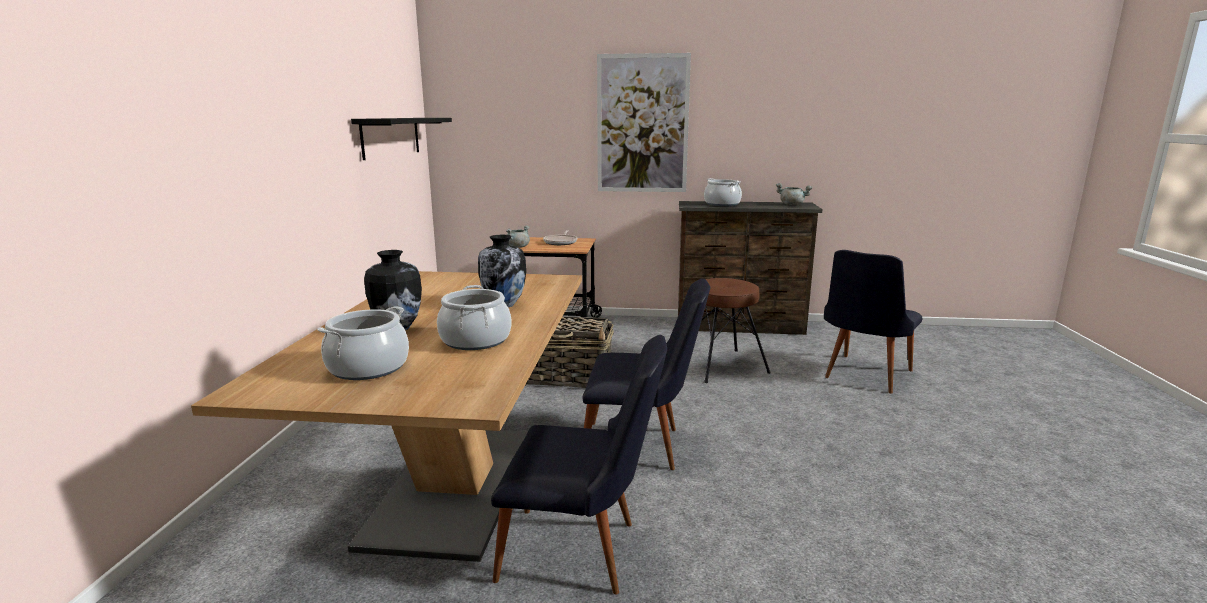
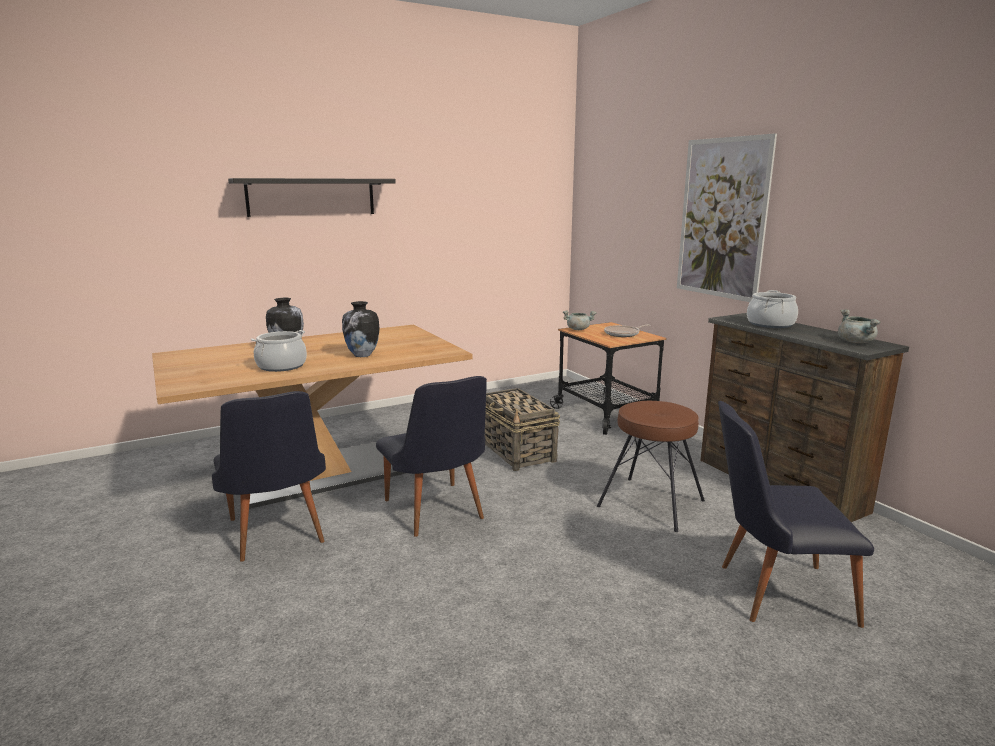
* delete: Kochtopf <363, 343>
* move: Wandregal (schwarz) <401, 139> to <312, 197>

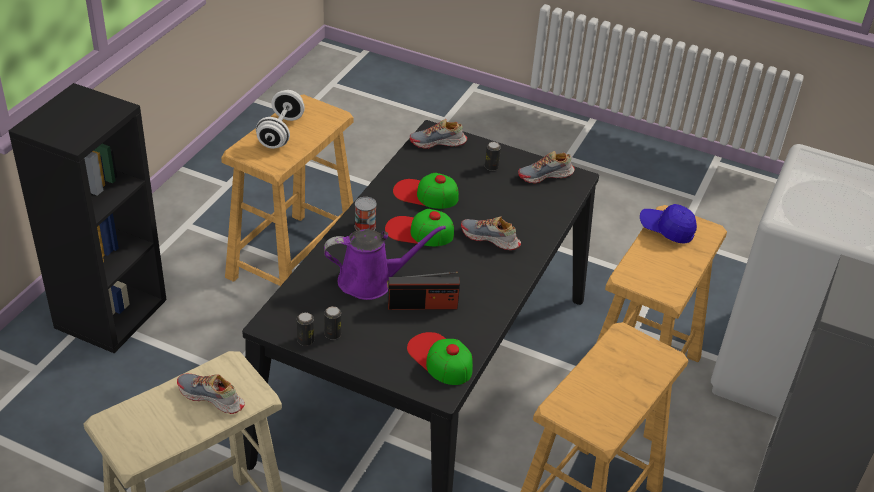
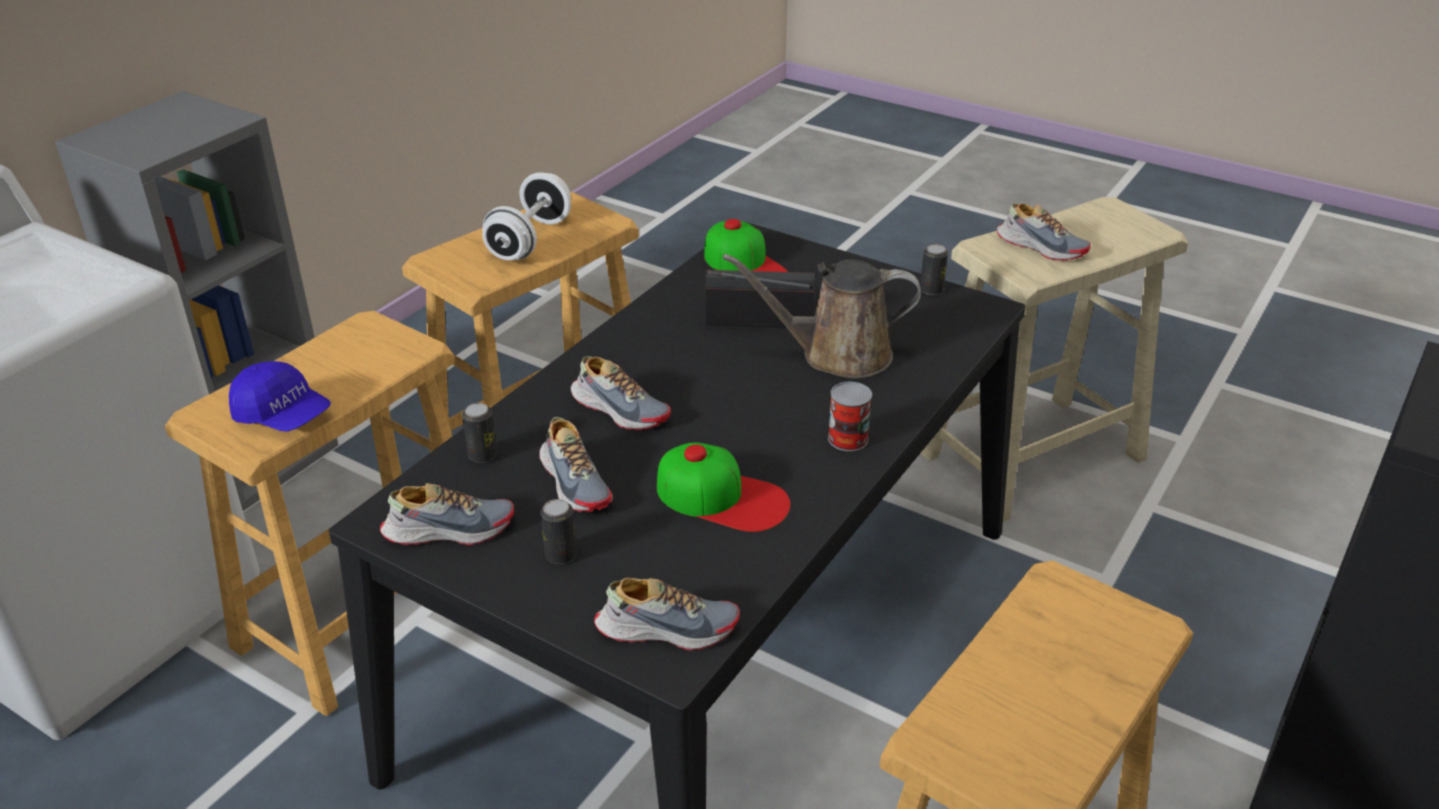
* delete: Kappe <419, 227>
* insert: Schuh <576, 464>
* move: Hantel (weiß) <280, 119> to <526, 216>
* move: Dose <332, 323> to <479, 433>
* recolor: Gießkanne (lila) <385, 263> to Gießkanne (braun) <822, 316>

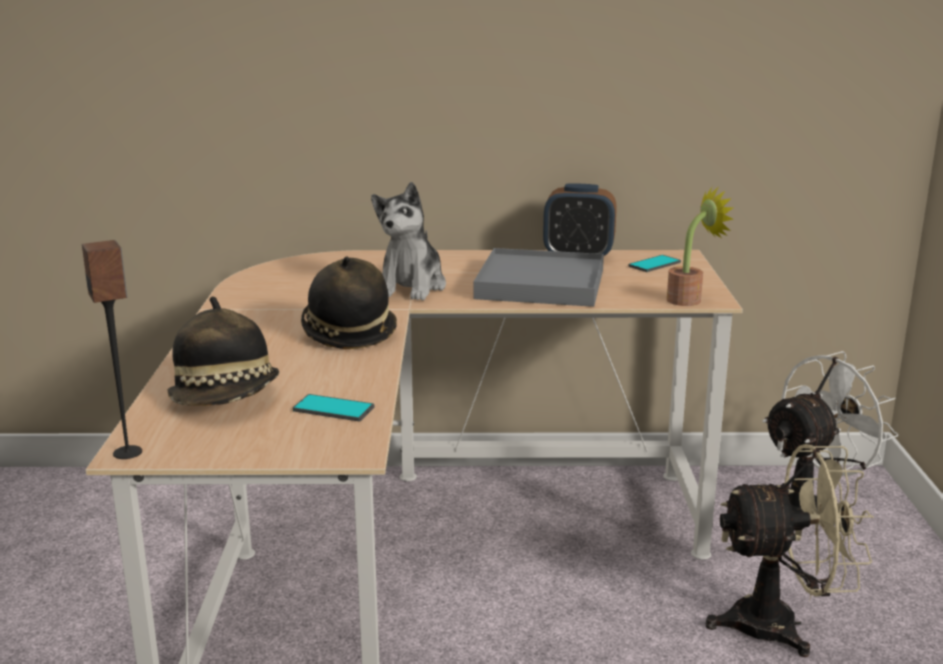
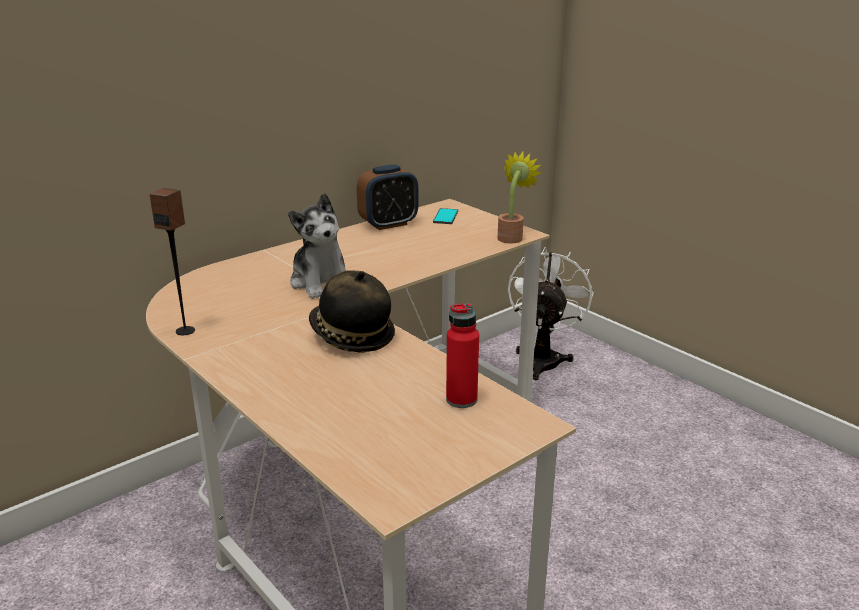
* delete: Hut <223, 351>
* delete: Tablett (grau) <539, 277>
* delete: Ventilator (beige) <790, 550>
* move: Lautsprecher <112, 349> to <172, 261>
* replace: Handy <333, 407> to Flasche (rot) <462, 355>

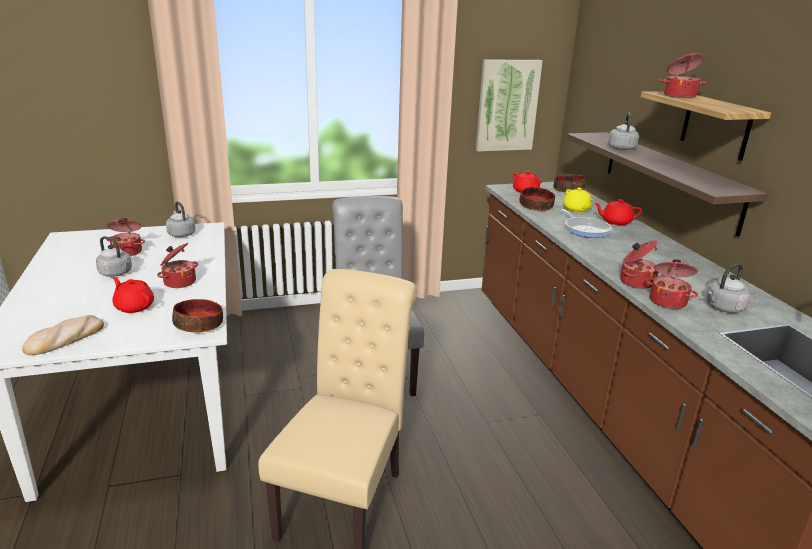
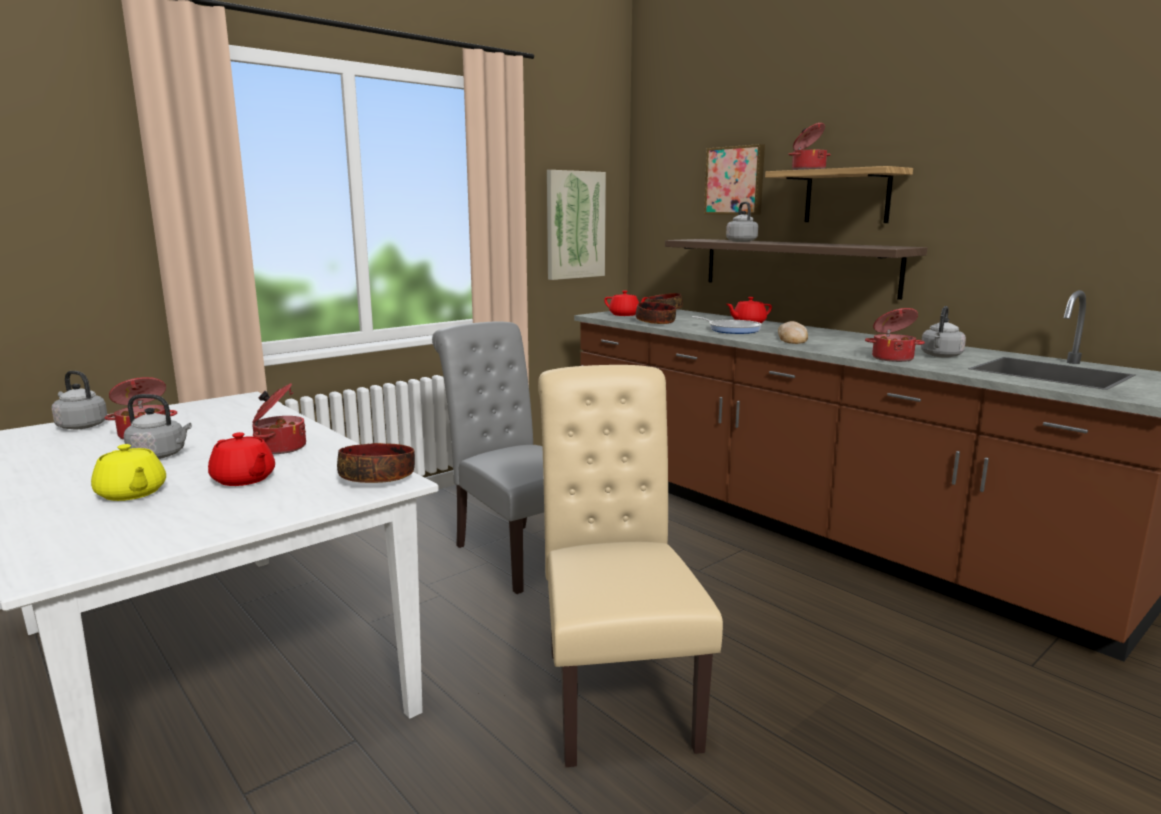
* delete: Kochtopf <639, 264>
* insert: Bild <734, 179>
* move: Brot <63, 335> to <793, 332>
* move: Wasserkessel (grau) <181, 219> to <79, 400>
* move: Teekanne (gelb) <578, 200> to <128, 472>
* rotate: Teekanne (rot) <133, 295> = <241, 459> 150 degrees counterclockwise

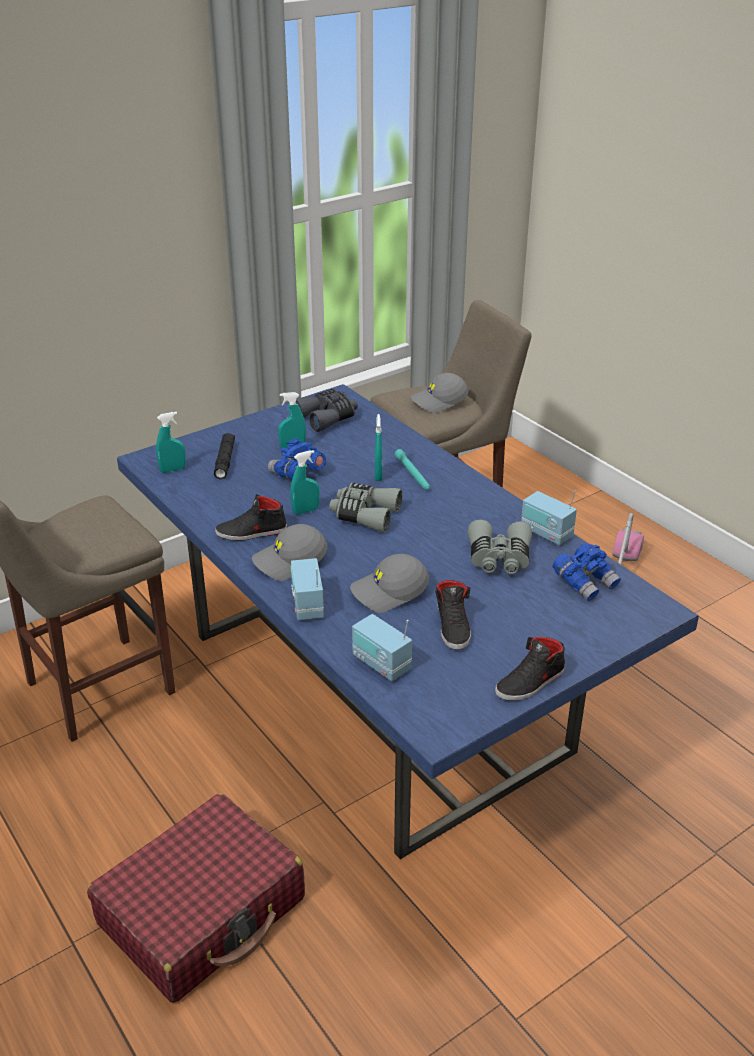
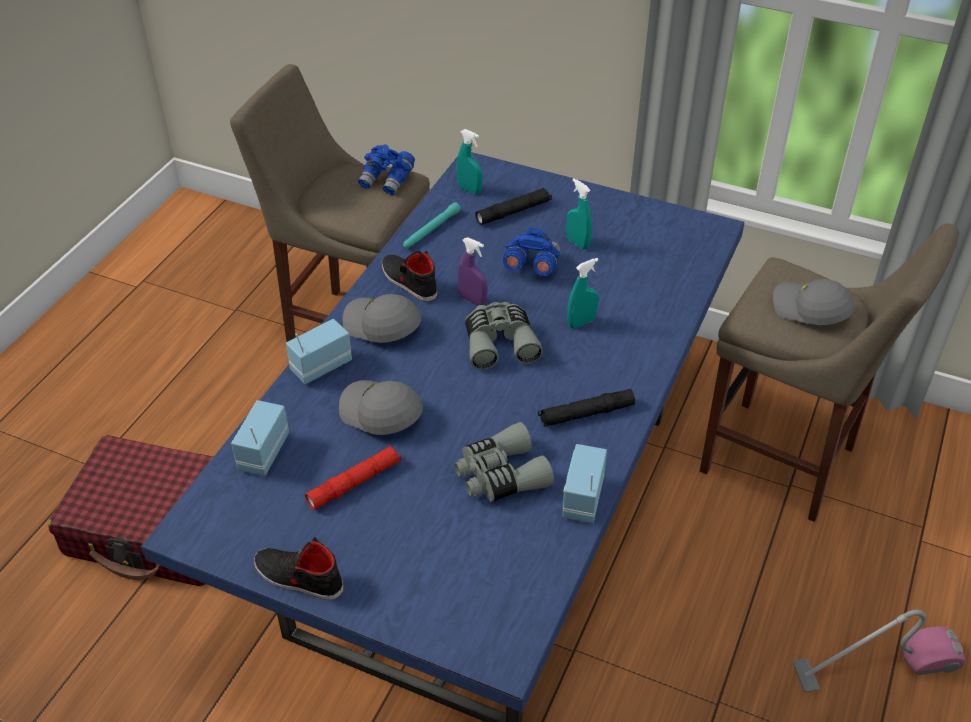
* delete: Fernglas (grau) <327, 410>
* insert: Taschenlampe (schwarz) <586, 408>
* move: Taschenlampe (türkis) <412, 469> to <432, 225>
* move: Fernglas (blau) <586, 572> to <386, 169>
* replace: Schuh (schwarz) <453, 615> to Taschenlampe (rot) <353, 478>
* recolor: Sprühflasche (türkis) <305, 482> to Sprühflasche (lila) <473, 271>

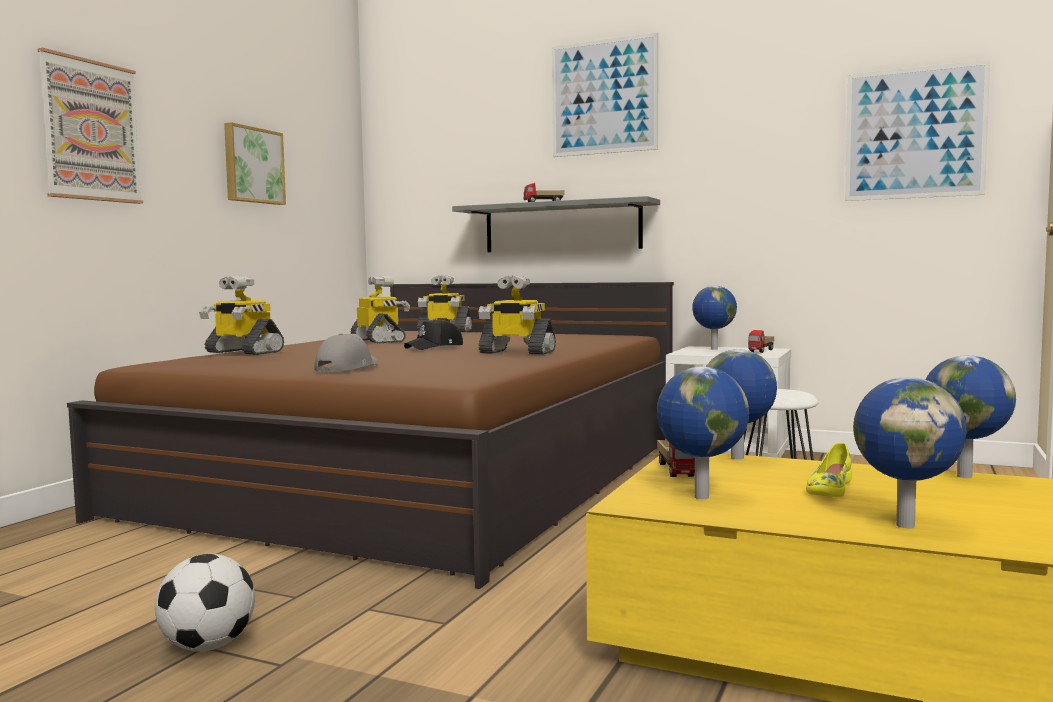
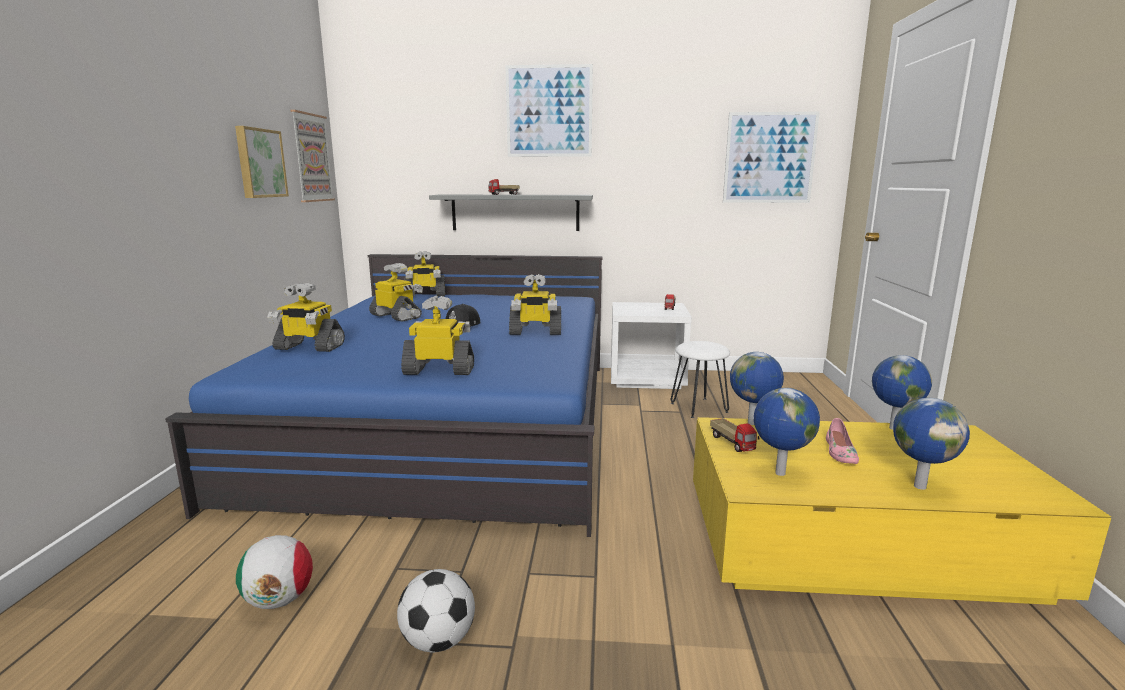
* delete: Globus <714, 318>
* insert: Fußball <274, 572>
* move: Bild <90, 126> to <313, 156>
* replace: Kappe (grau) <346, 352> to Spielzeugroboter <437, 335>
* recolor: Bett (braun) <370, 435> to Bett (blau) <384, 395>
* recolor: Schuh (gelb) <829, 470> to Schuh (rosa) <842, 441>

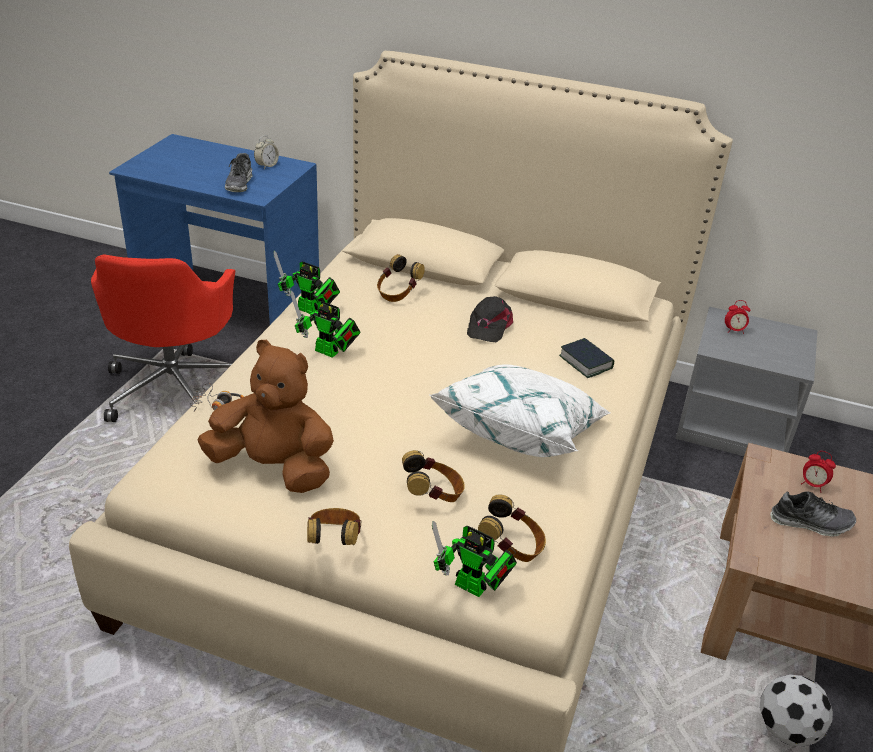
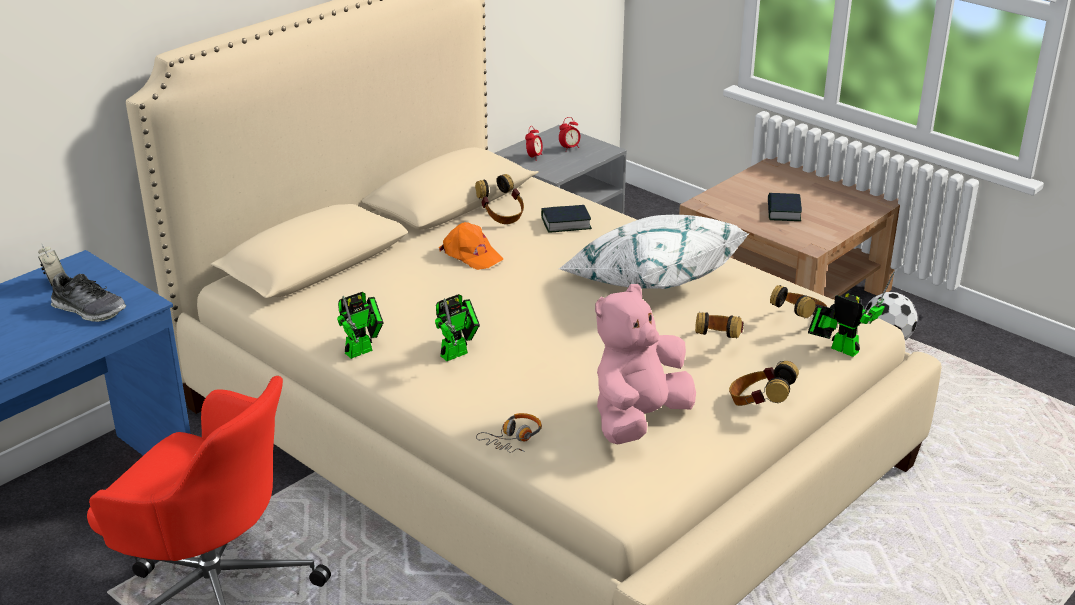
* move: Kopfhörer <401, 278> to <499, 199>
* move: Wecker <818, 471> to <570, 134>
* replace: Schuh <813, 514> to Buch <785, 207>
* recolor: Plüschtier (braun) <265, 416> to Plüschtier (rosa) <645, 364>
* recolor: Kappe (schwarz) <490, 319> to Kappe (orange) <471, 246>
* rotate: Spielzeugroboter <474, 559> = <851, 314> 105 degrees counterclockwise

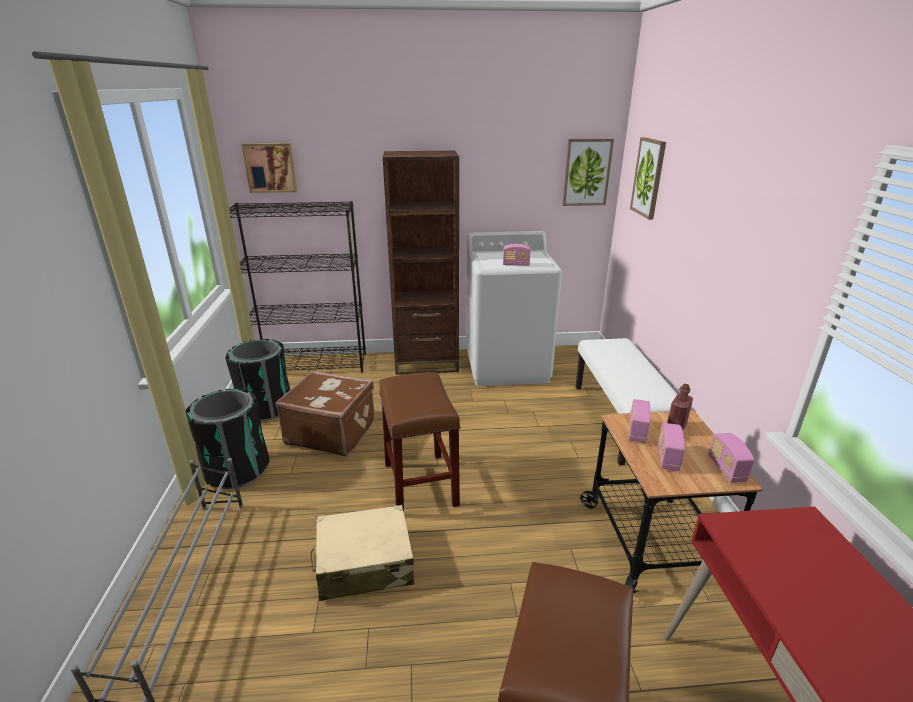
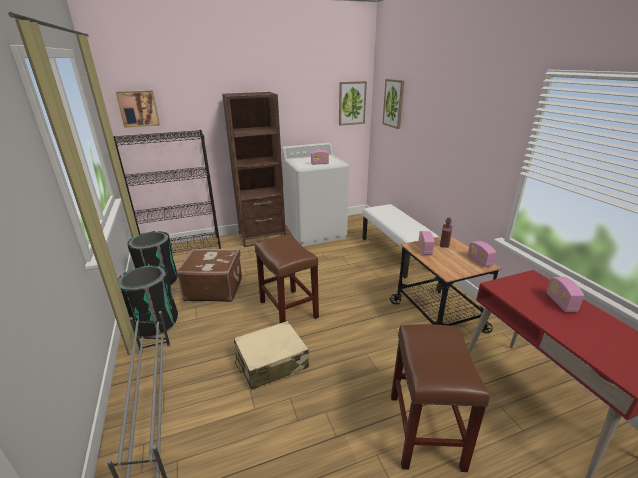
* move: Radio <671, 447> to <565, 294>

